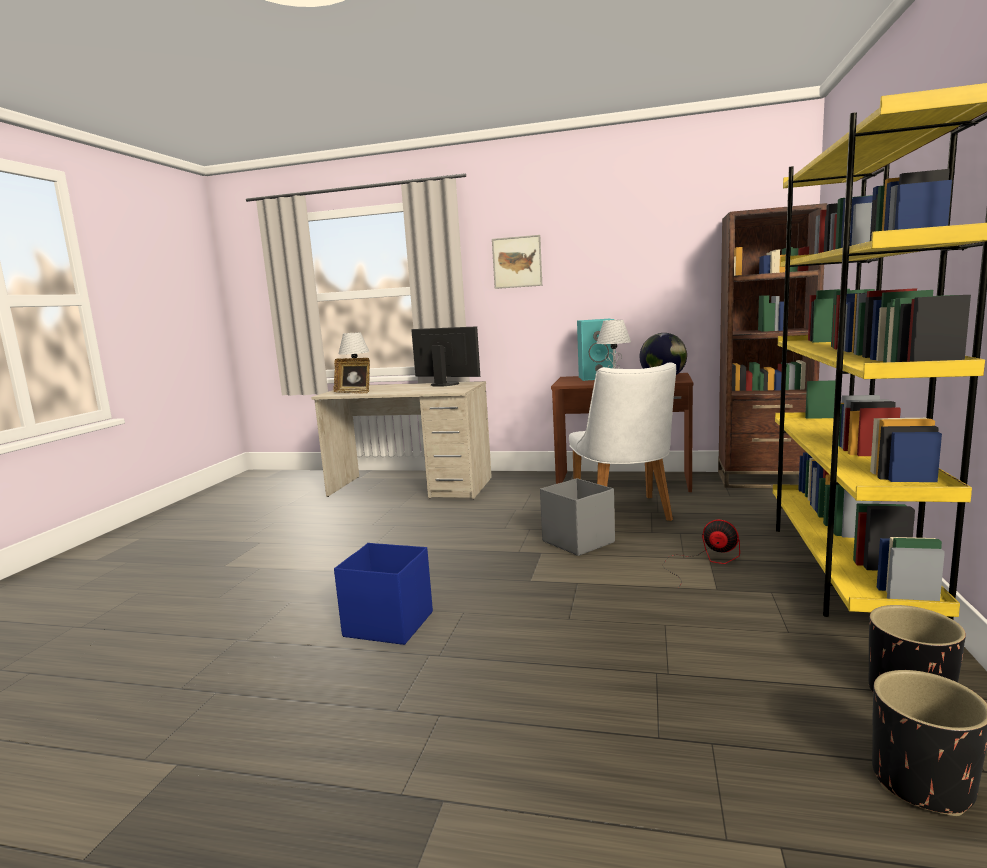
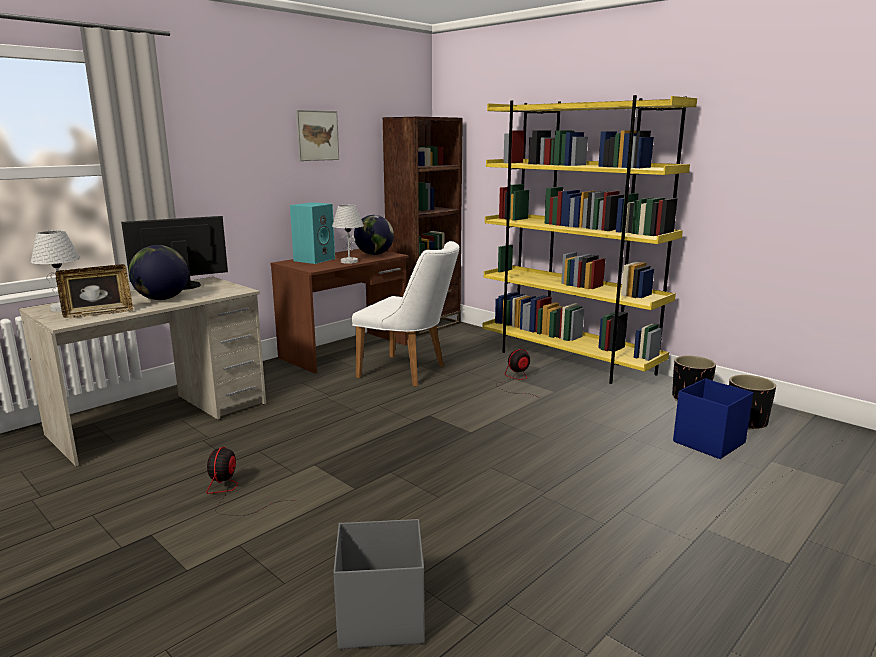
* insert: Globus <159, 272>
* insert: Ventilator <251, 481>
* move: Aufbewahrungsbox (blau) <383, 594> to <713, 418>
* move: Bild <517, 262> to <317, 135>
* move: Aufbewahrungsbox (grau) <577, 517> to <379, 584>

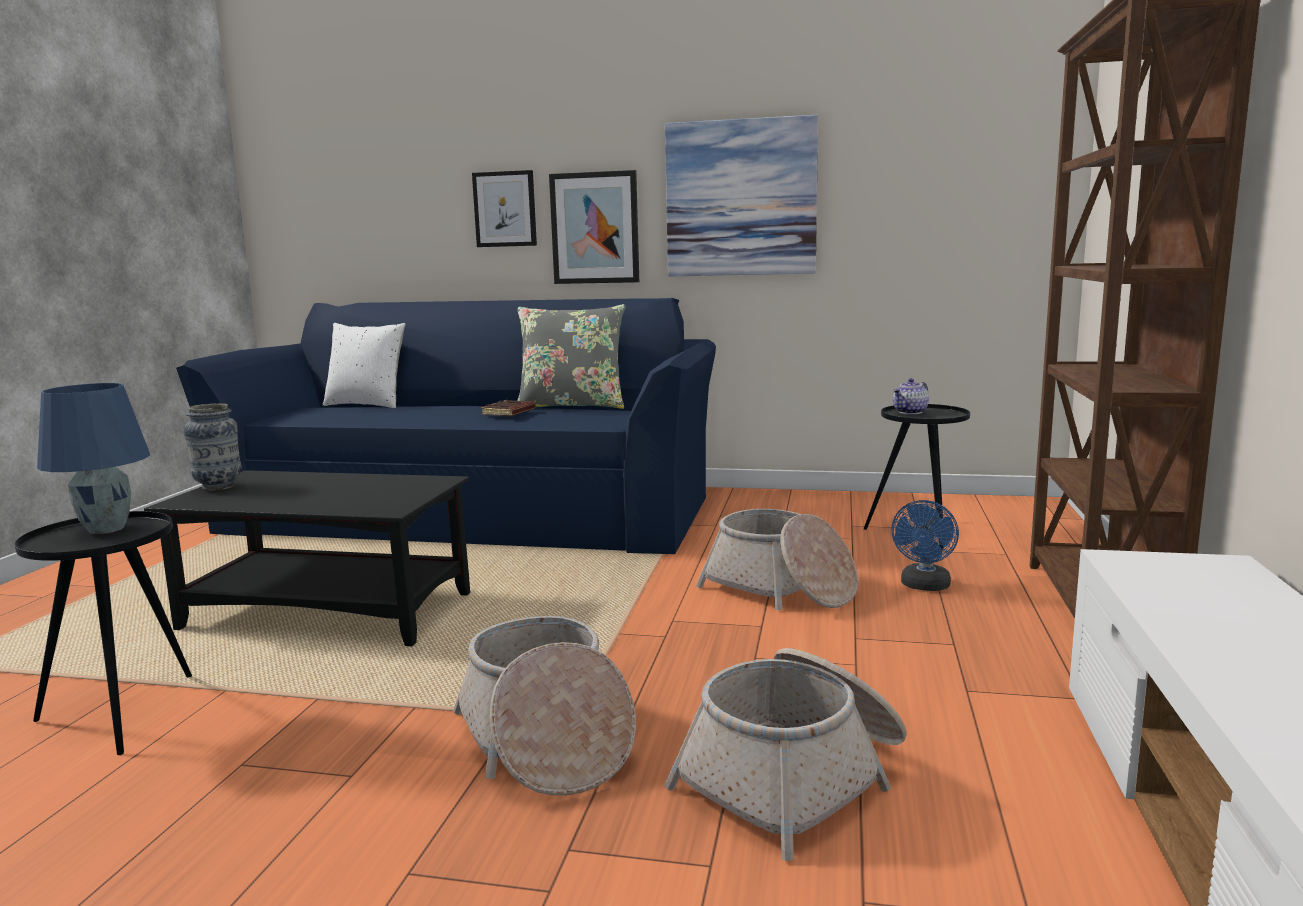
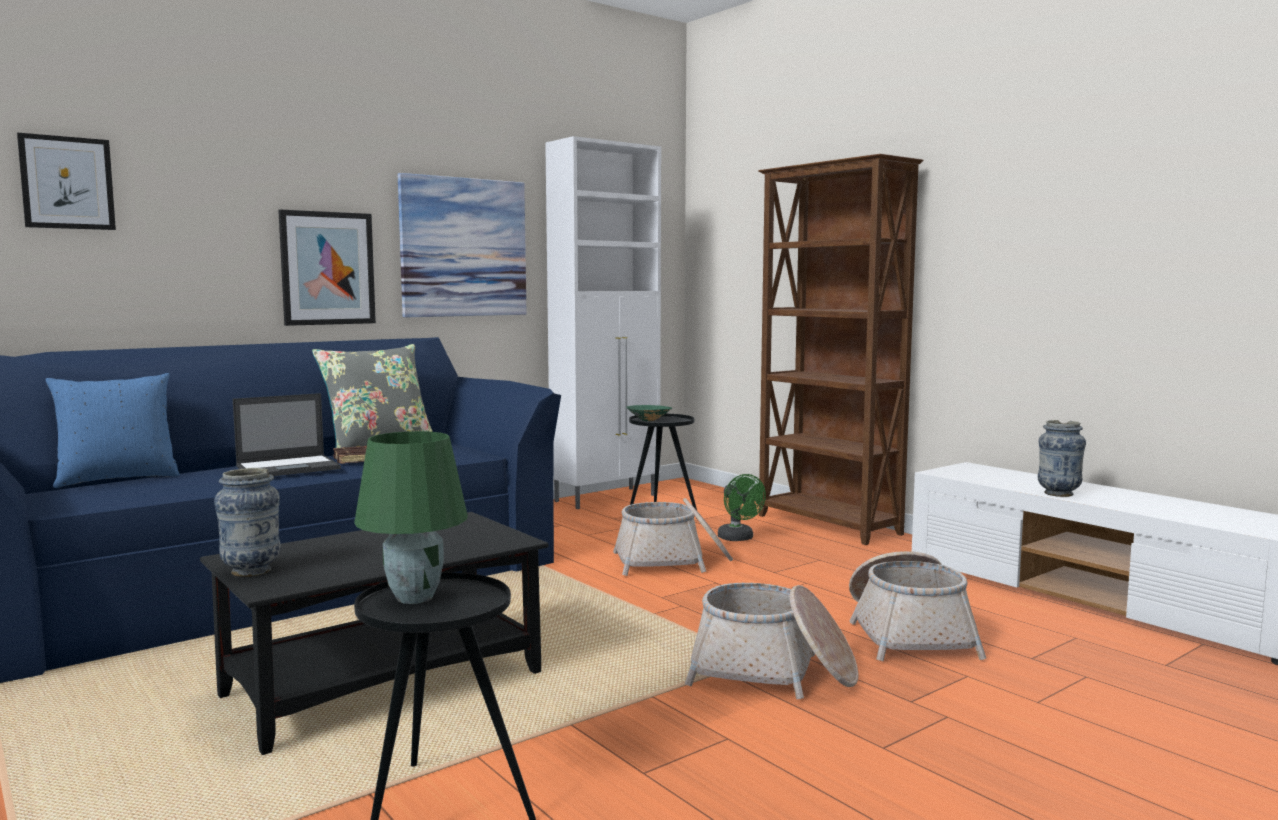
* insert: Laptop <287, 434>
* insert: Schrank (weiß) <603, 322>
* insert: Vase <1062, 458>
* move: Bild <504, 208> to <66, 181>
* replace: Teekanne <911, 396> to Schüssel (grün) <649, 413>
* recolor: Tischlampe (blau) <93, 458> to Tischlampe (grün) <411, 517>
* recolor: Kissen (weiß) <364, 365> to Kissen (blau) <113, 430>
* recolor: Ventilator (blau) <925, 545> to Ventilator (grün) <742, 507>

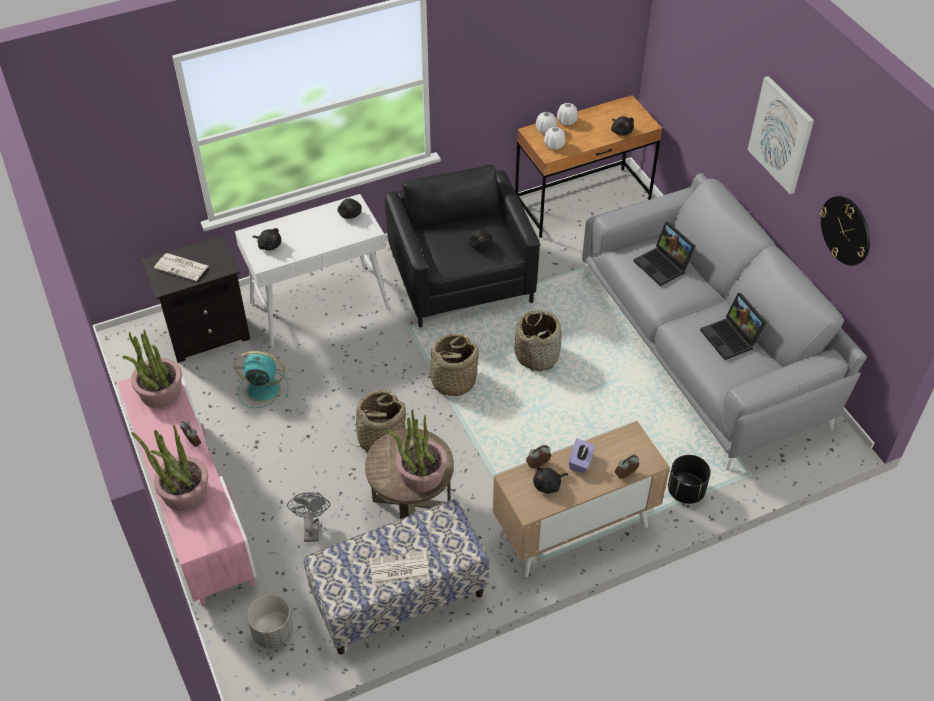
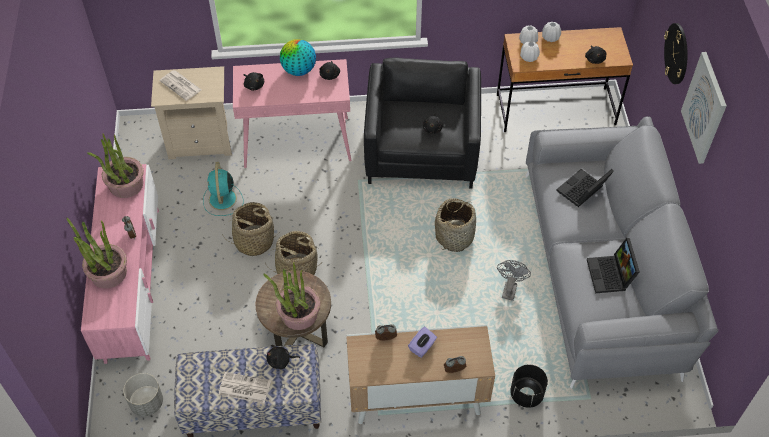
* insert: Globus <298, 57>
* move: Ventilator (grau) <308, 517> to <514, 280>
* move: Korb <451, 364> to <250, 229>
* move: Plüschtier (schwarz) <550, 480> to <283, 357>
* move: Wanduhr <845, 231> to <676, 53>
* recolor: Nachttisch (schwarz) <195, 299> to Nachttisch (beige) <191, 112>
* recolor: Konsolentisch (weiß) <312, 271> to Konsolentisch (rosa) <292, 113>
* rotate: Ventilator (türkis) <261, 379> = <223, 189> 120 degrees counterclockwise
* rotate: Laptop <665, 254> = <585, 188> 60 degrees clockwise

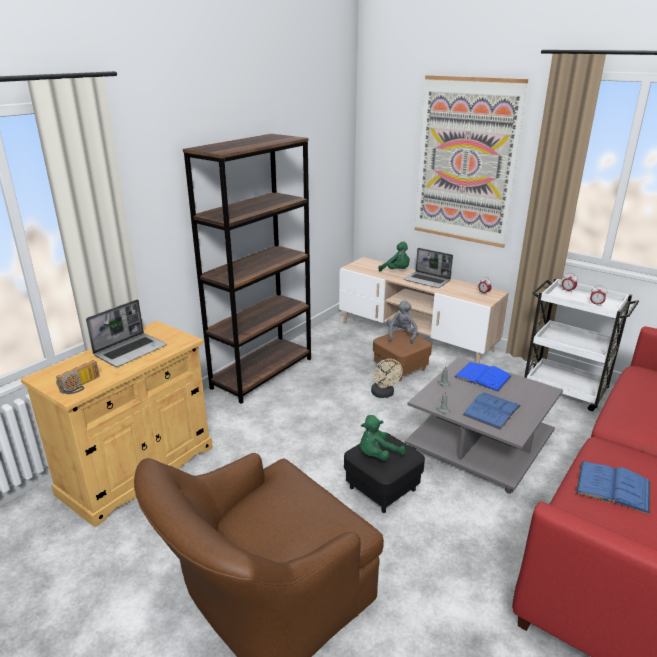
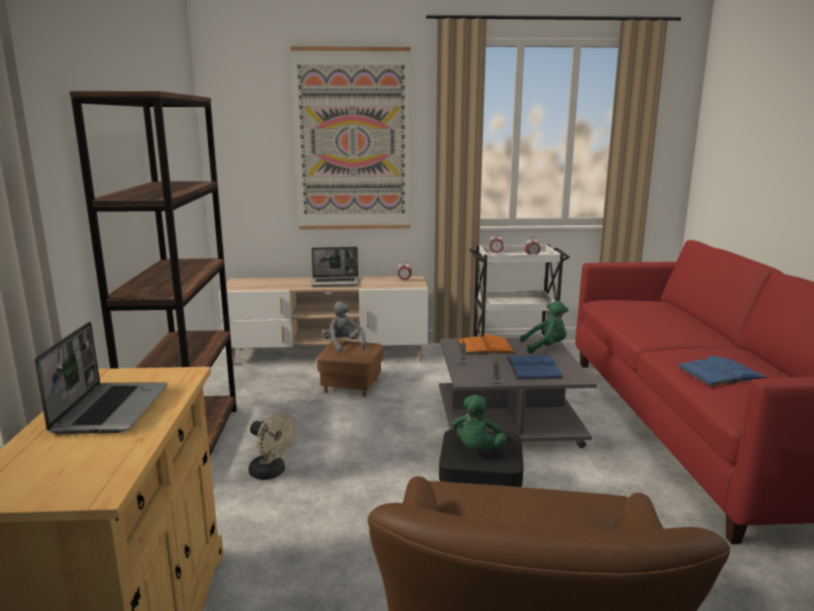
* delete: Radio <78, 377>
* move: Ventilator (beige) <386, 378> to <272, 446>
* move: Plüschtier (grün) <394, 256> to <544, 327>
* recolor: Buch (blau) <483, 377> to Buch (orange) <486, 344>

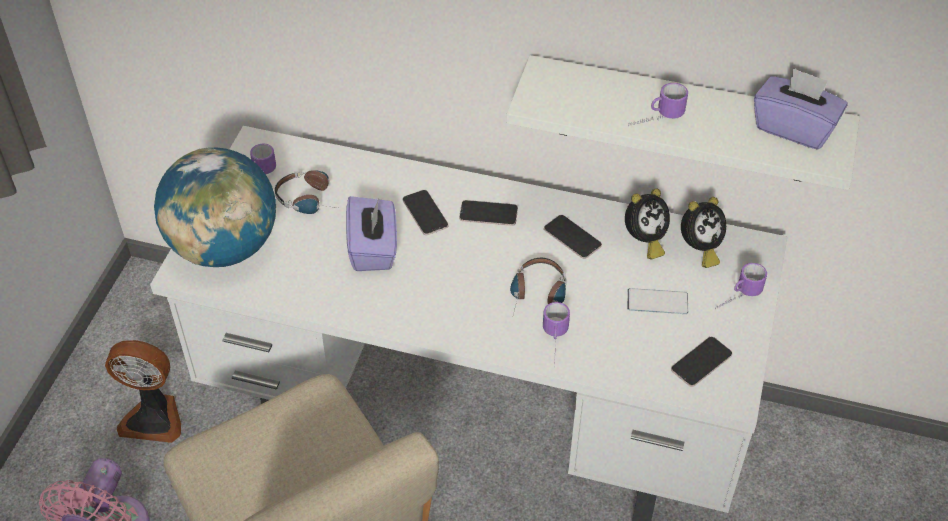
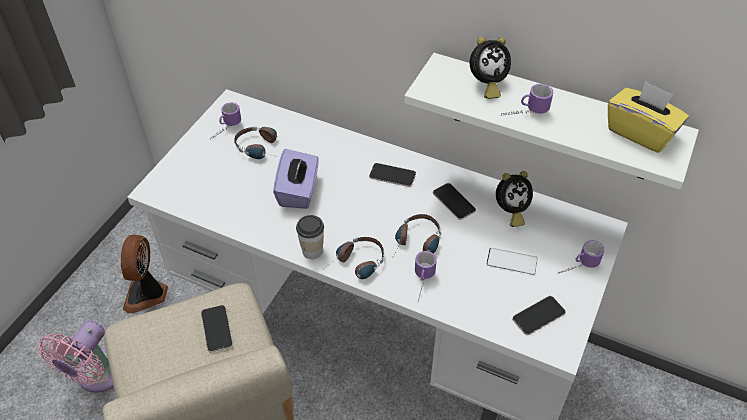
* delete: Globus <215, 207>
* insert: Tasse <310, 237>
* insert: Kopfhörer <355, 258>
* move: Handy <425, 212> to <217, 329>
* move: Wecker <703, 232> to <490, 68>
* recolor: Taschentuchbox (lila) <801, 109> to Taschentuchbox (gelb) <648, 117>
* rotate: Ventilator <143, 391> = <144, 274> 75 degrees clockwise

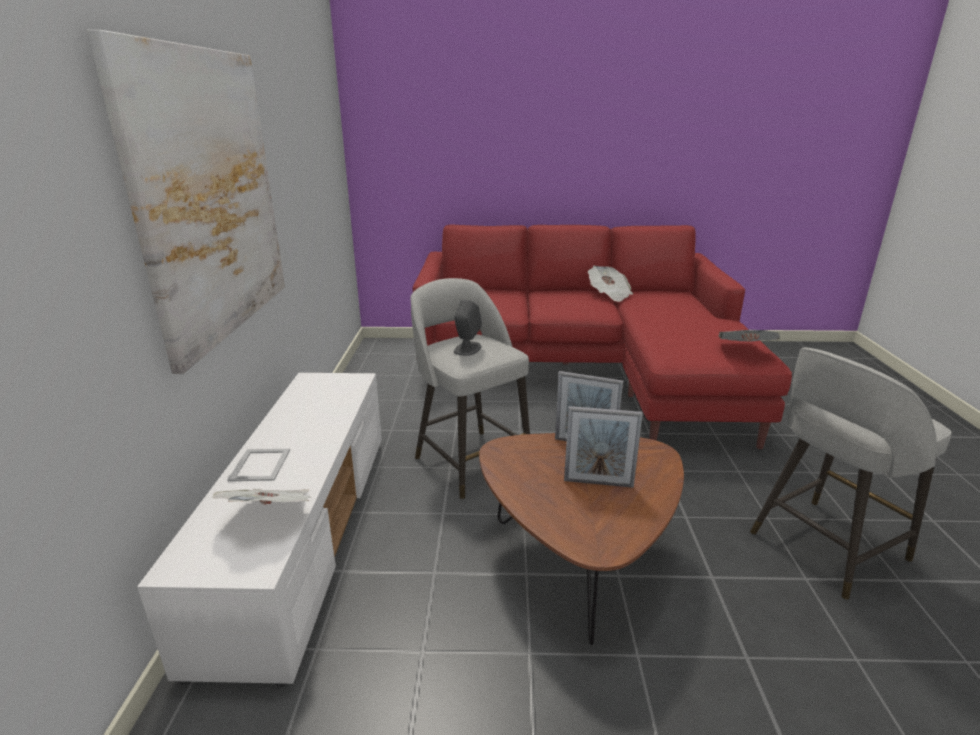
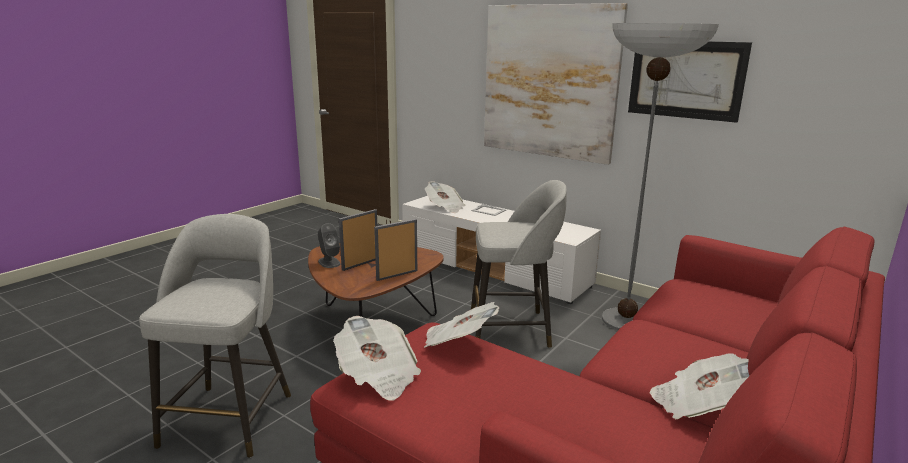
* insert: Zeitung <461, 325>
* insert: Stehlampe <660, 176>
* insert: Bild <690, 82>
* move: Lautsprecher (grau) <468, 328> to <329, 245>

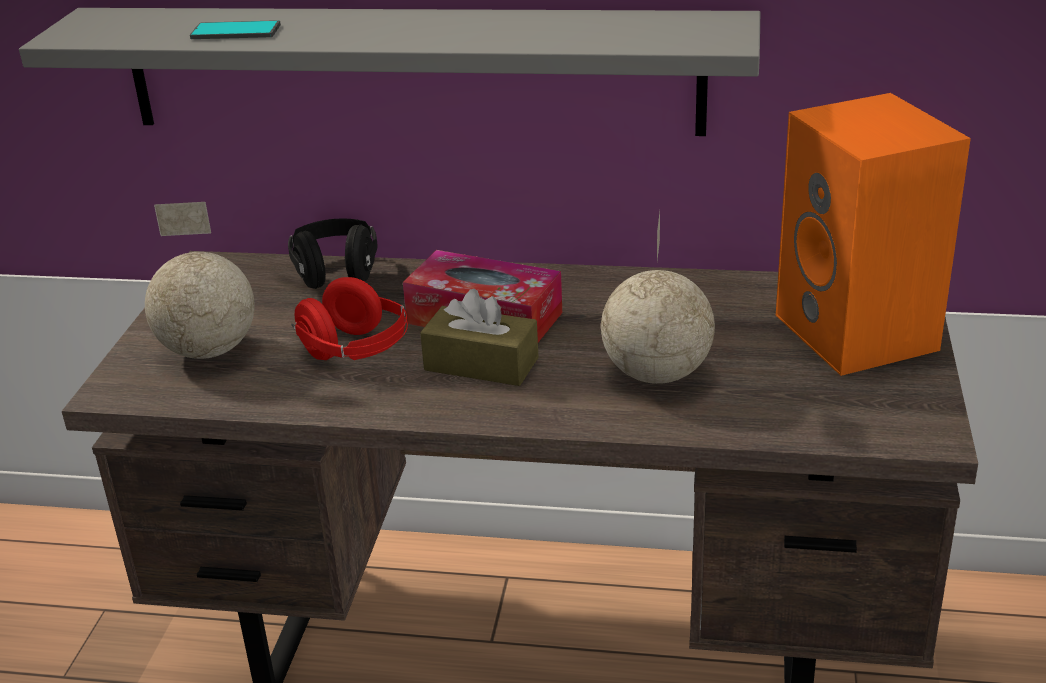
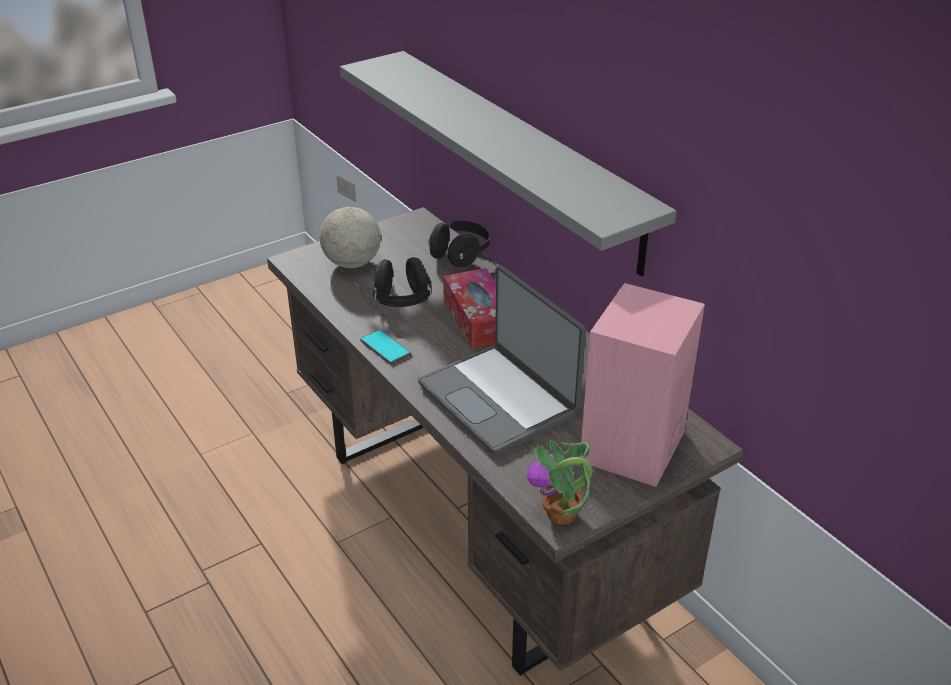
* delete: Taschentuchbox (braun) <479, 337>
* insert: Topfpflanze <560, 482>
* move: Handy <235, 29> to <385, 346>
* replace: Globus <658, 298> to Laptop <502, 360>
* recolor: Kopfhörer (rot) <349, 318> to Kopfhörer (schwarz) <402, 282>
* recolor: Lautsprecher (orange) <873, 234> to Lautsprecher (rosa) <642, 385>

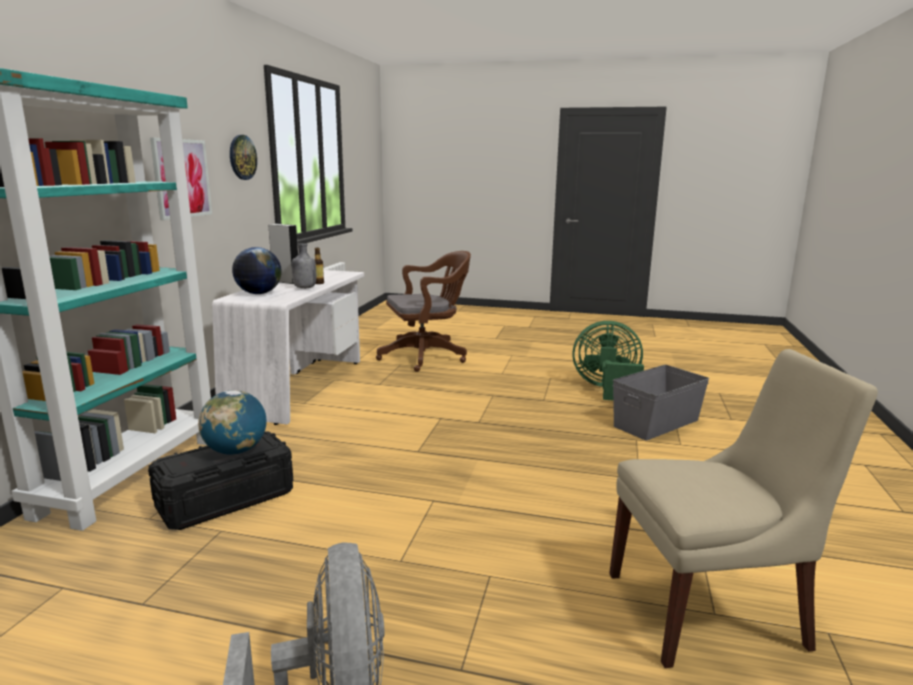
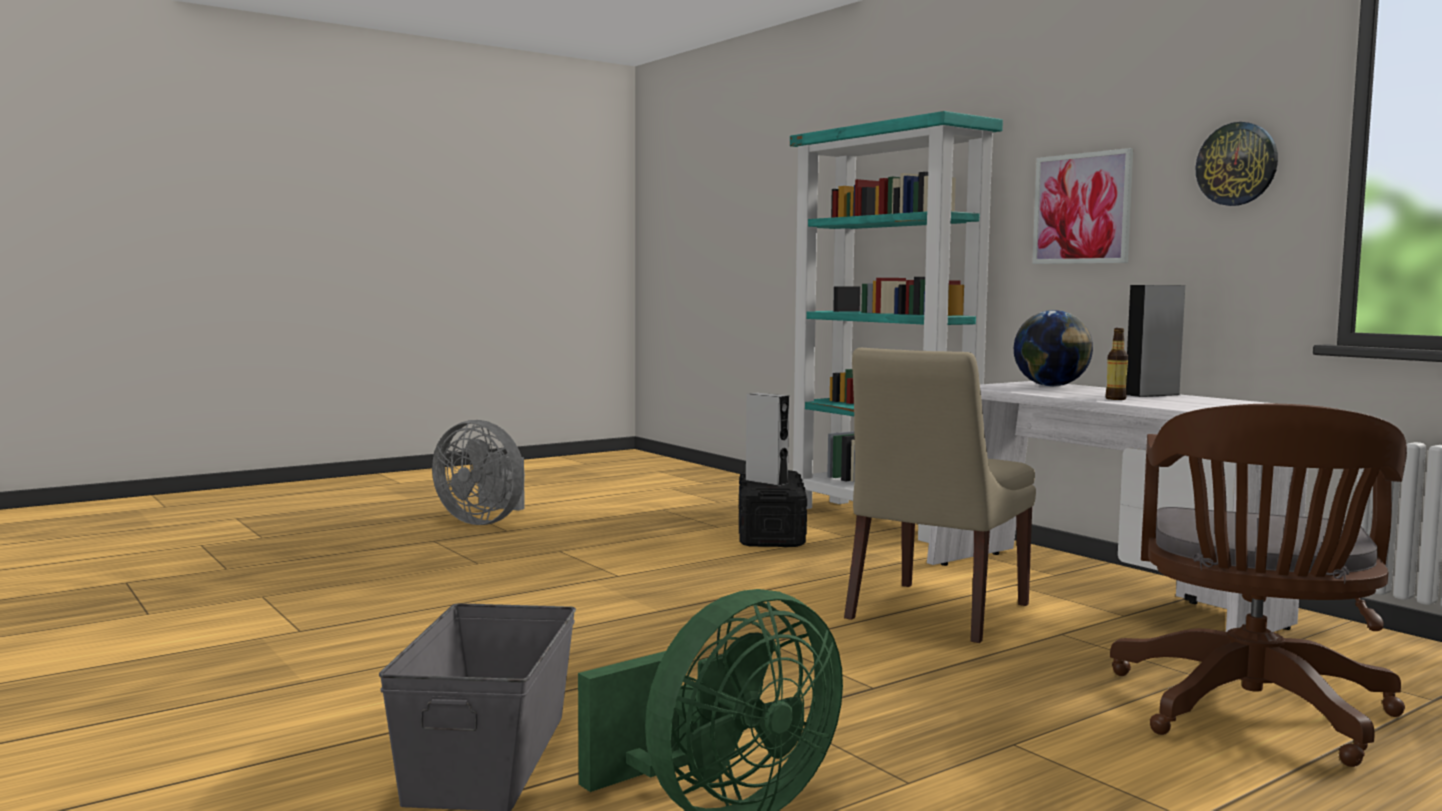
* delete: Flasche (grau) <303, 266>
* move: Stuhl (beige) <743, 508> to <940, 495>
* replace: Globus <232, 422> to Lautsprecher (grau) <767, 439>

